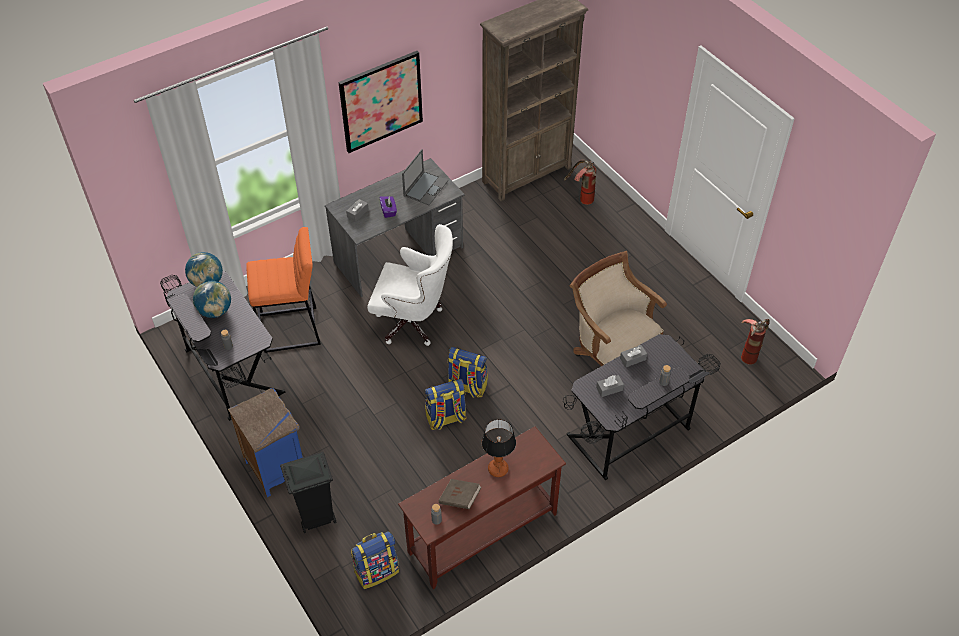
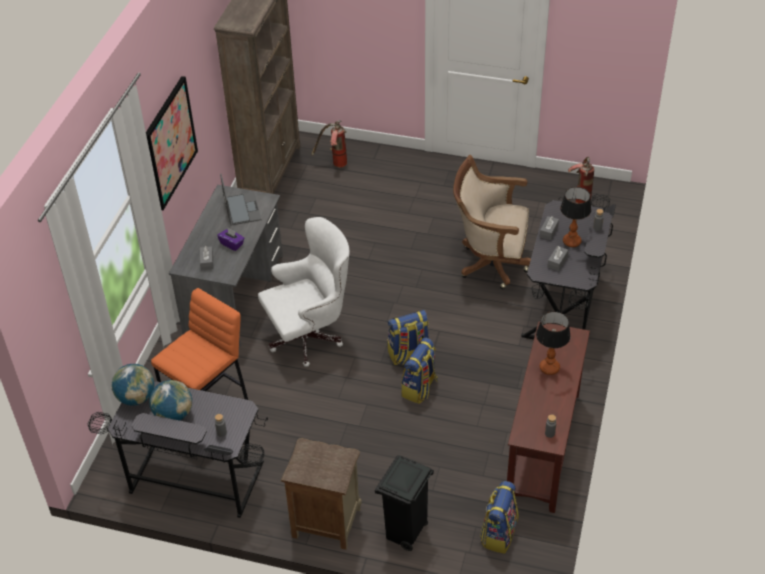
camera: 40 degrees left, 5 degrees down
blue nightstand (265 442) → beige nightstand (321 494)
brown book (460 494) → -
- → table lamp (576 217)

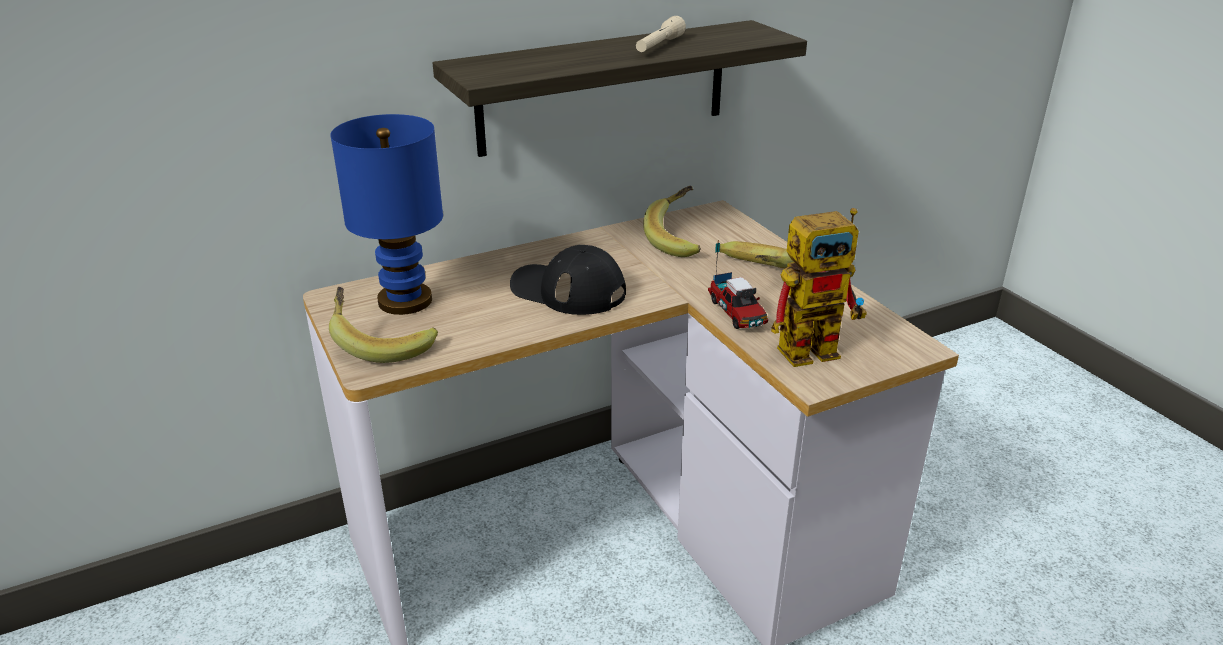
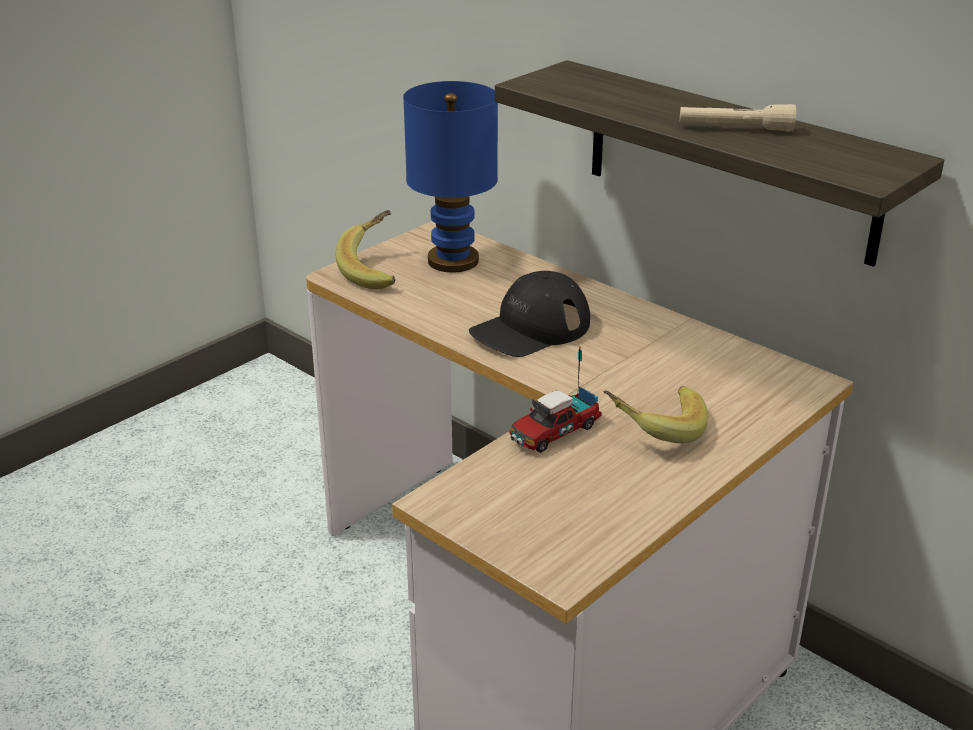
camera: 70 degrees right, 0 degrees up
black cap (568 280) → black cap (529 314), 135 degrees counterclockwise
banana (672 221) → -
toy robot (819 287) → -

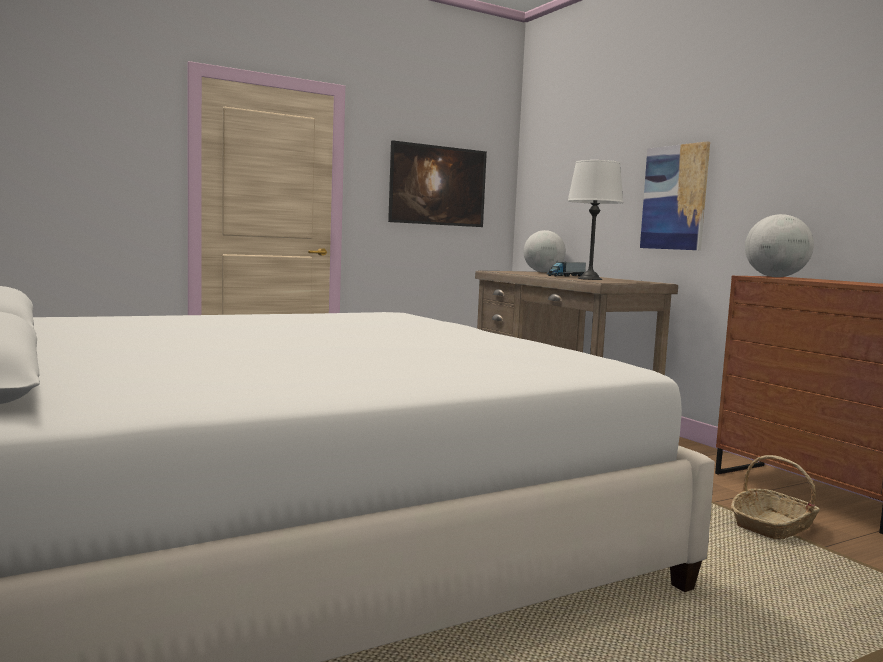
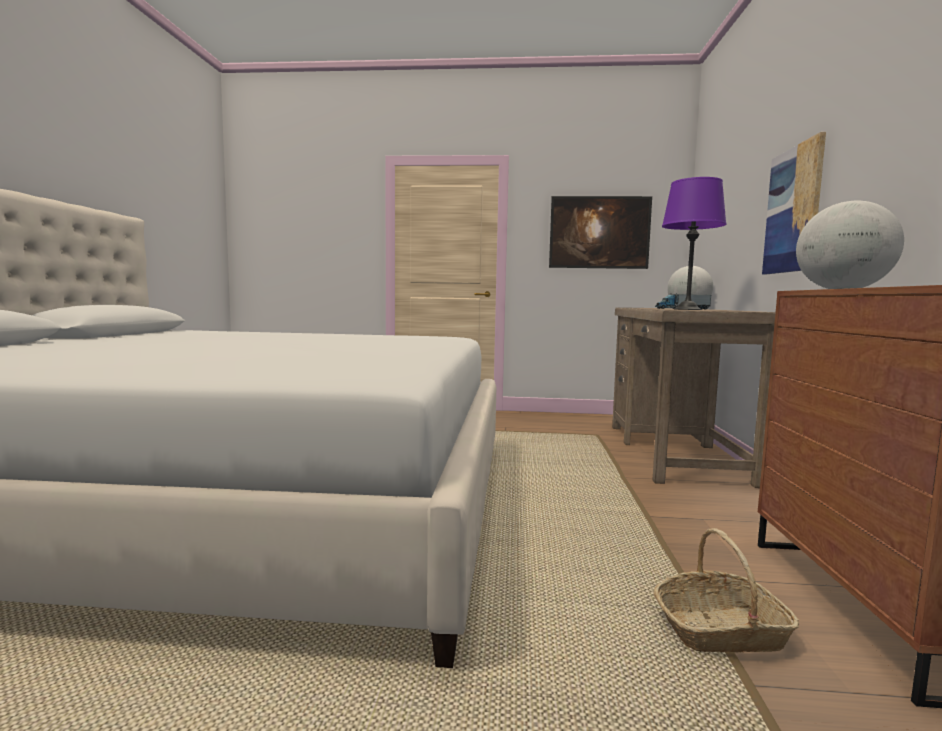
camera: 35 degrees right, 0 degrees up
white table lamp (596 220) → purple table lamp (694 243)

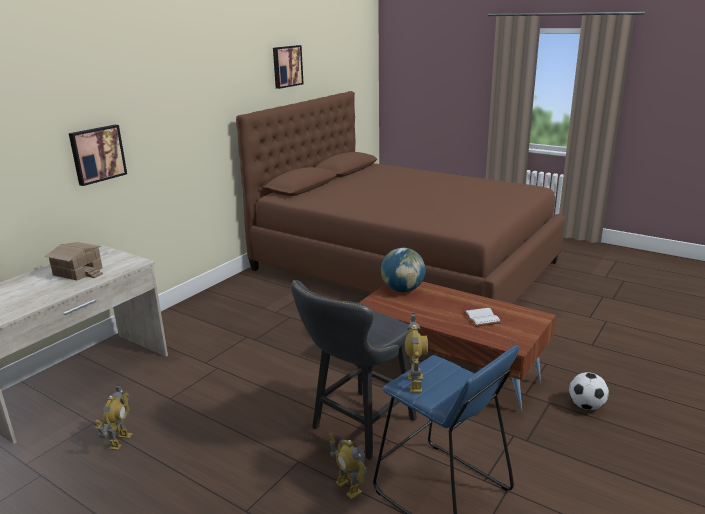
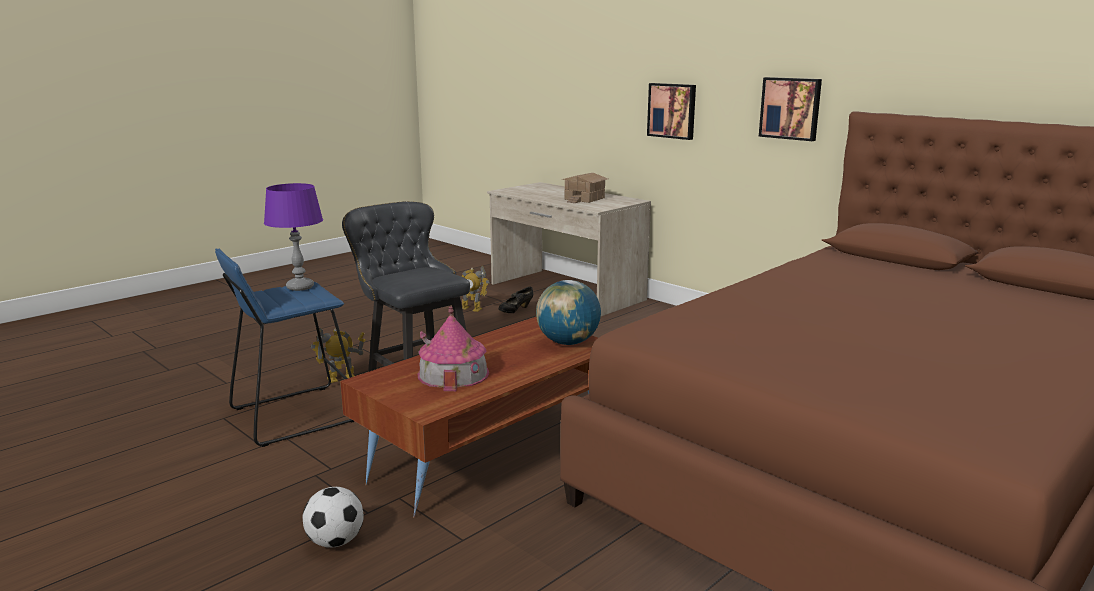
camera: 100 degrees right, 5 degrees down
picture (288 67) → picture (790 109), shifted
toy robot (416 353) → purple table lamp (293 237)
white book (483 317) → toy house (453 349)
- → black shoe (515 300)

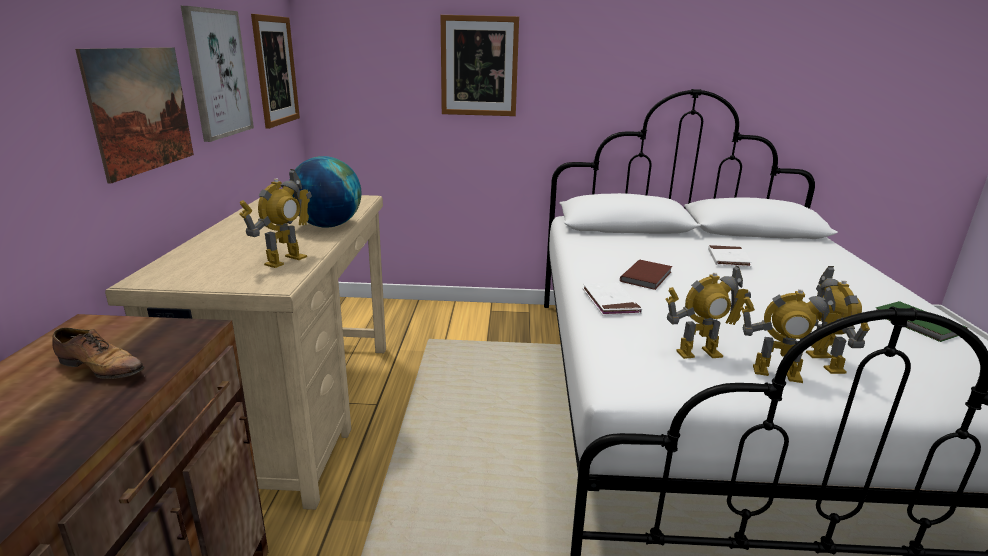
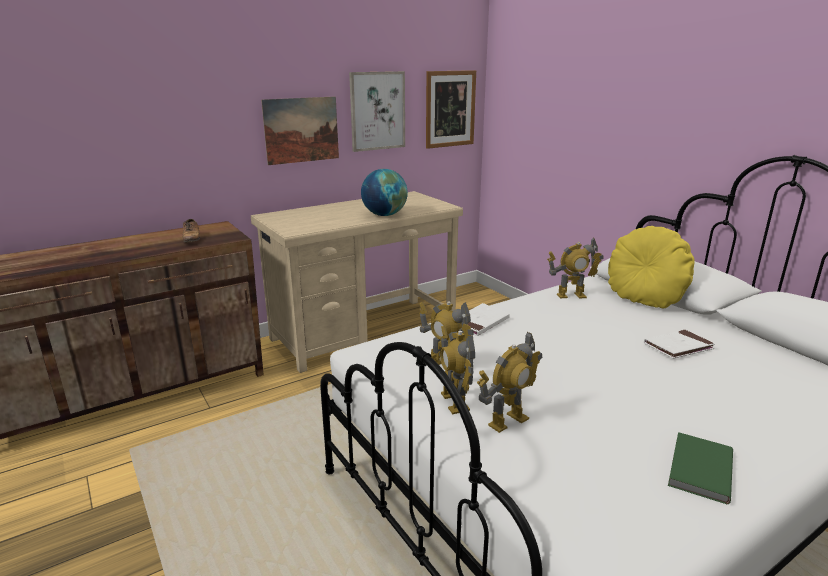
camera: 55 degrees right, 0 degrees up
toy robot (276 218) → toy robot (575 268), shifted
picture (480 65) → -
brown book (646 275) → -
- → yellow pillow (651 267)

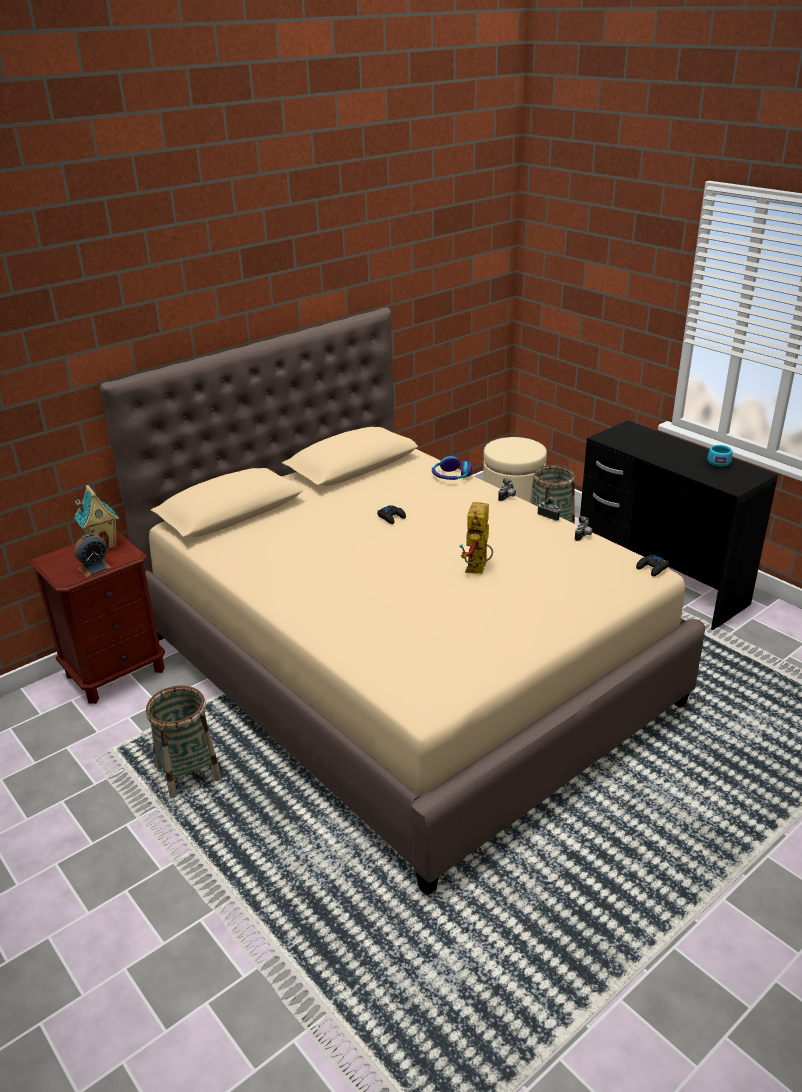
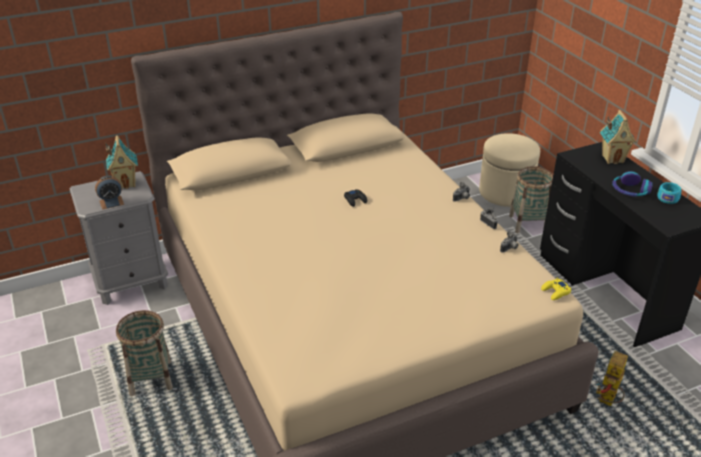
camera: 15 degrees right, 5 degrees up
brown nightstand (97 617) → grey nightstand (119 238)
headphones (452 468) → headphones (632 183), shifted
toy robot (476 538) → toy robot (612 378), shifted
black game controller (652 564) → yellow game controller (556 288)
- → toy house (618 137)

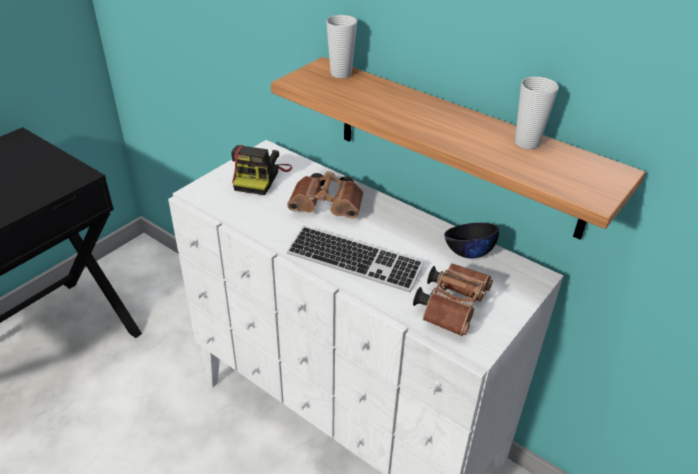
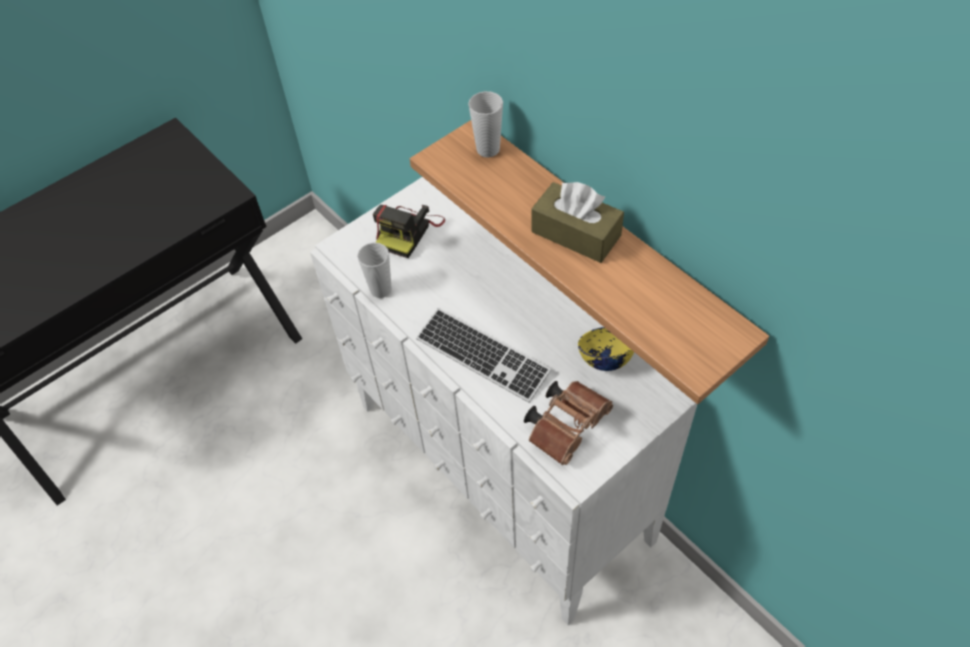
camera: 15 degrees right, 15 degrees up
brown binoculars (325 195) → -
black bowl (471 240) → yellow bowl (606 349)
cup (537 113) → cup (374 270), shifted
- → brown tissue box (577 222)

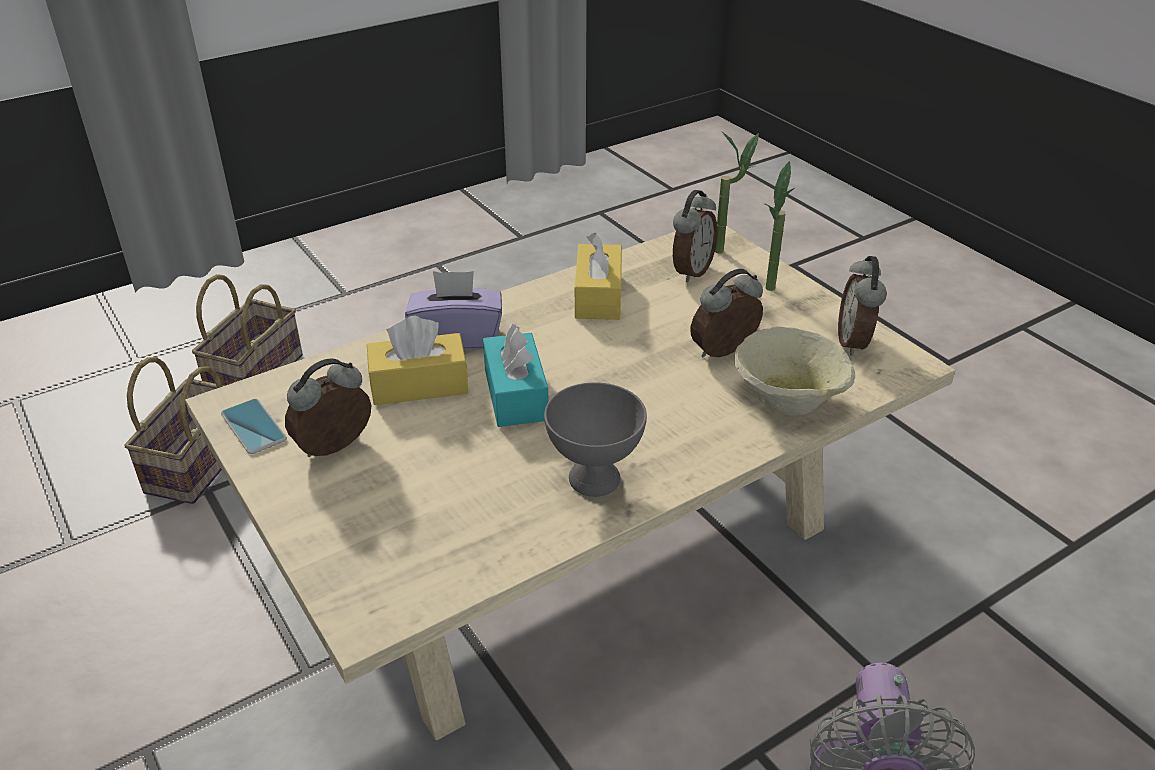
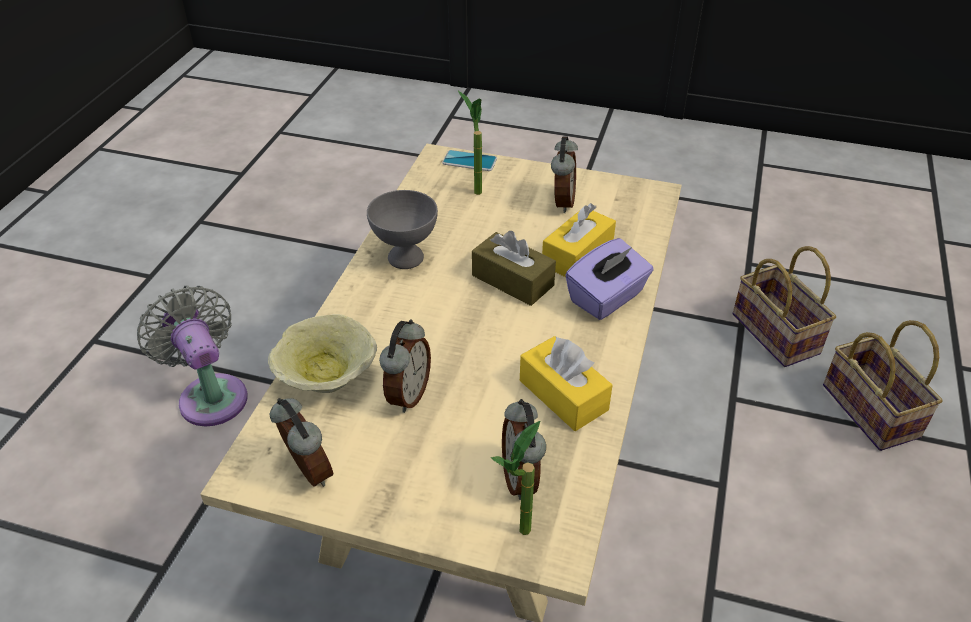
camera: 140 degrees right, 5 degrees up
phone (254 426) → phone (469 160), shifted
turquoise tissue box (516 375) → brown tissue box (514 268)
potted plant (779 226) → potted plant (470 143), shifted

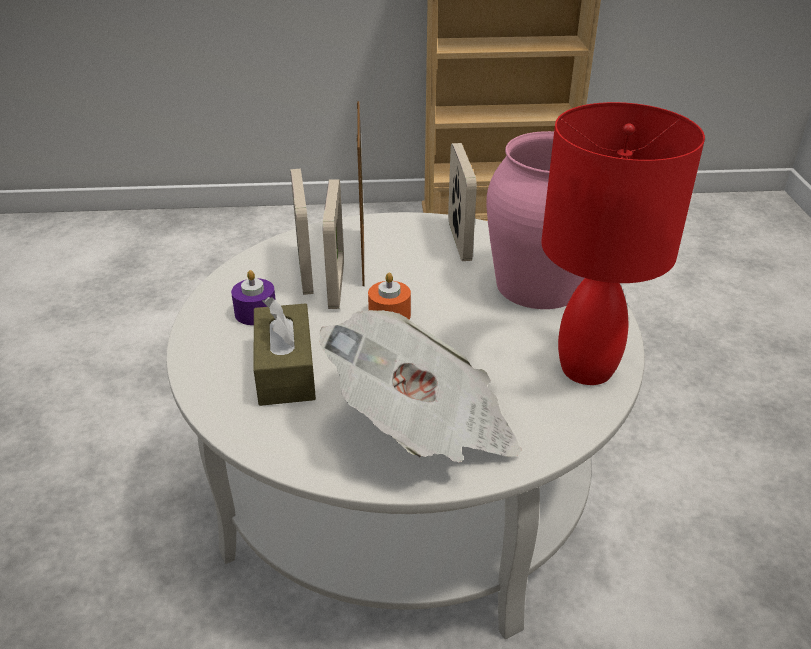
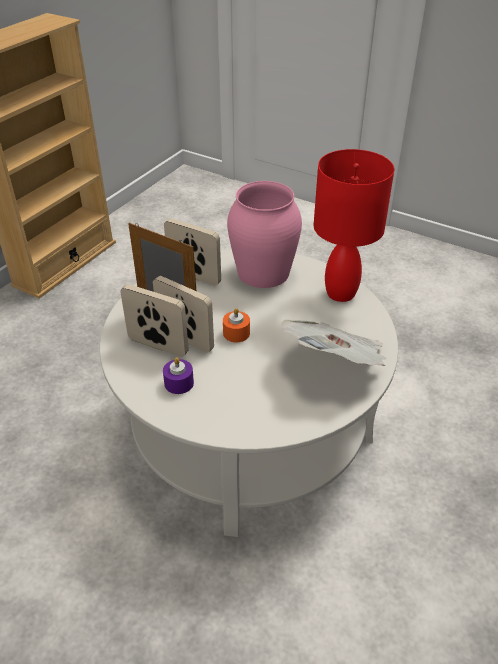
camera: 55 degrees left, 5 degrees up
brown tissue box (285 351) → -

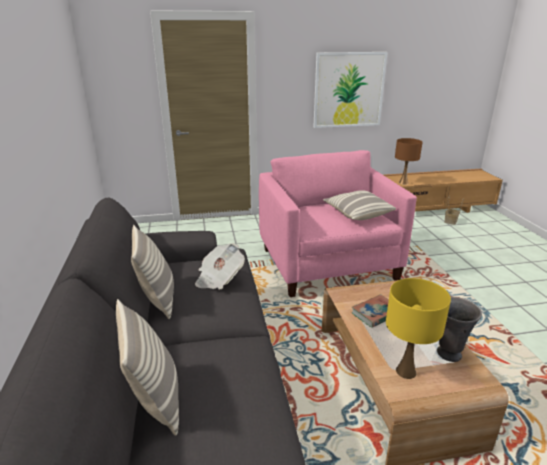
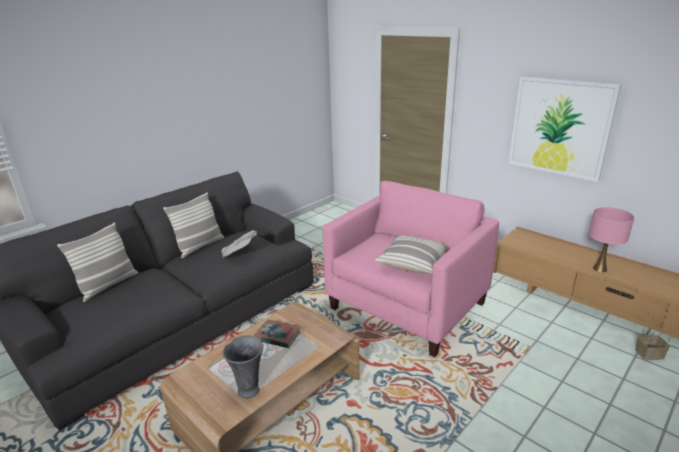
camera: 55 degrees right, 0 degrees up
yellow table lamp (418 328) → -
brown table lamp (408 161) → pink table lamp (611 239)

